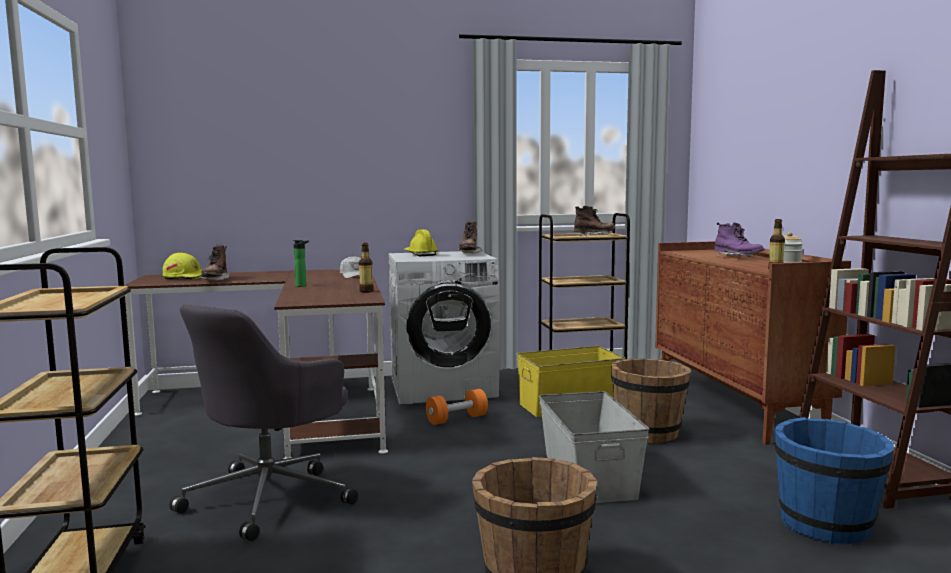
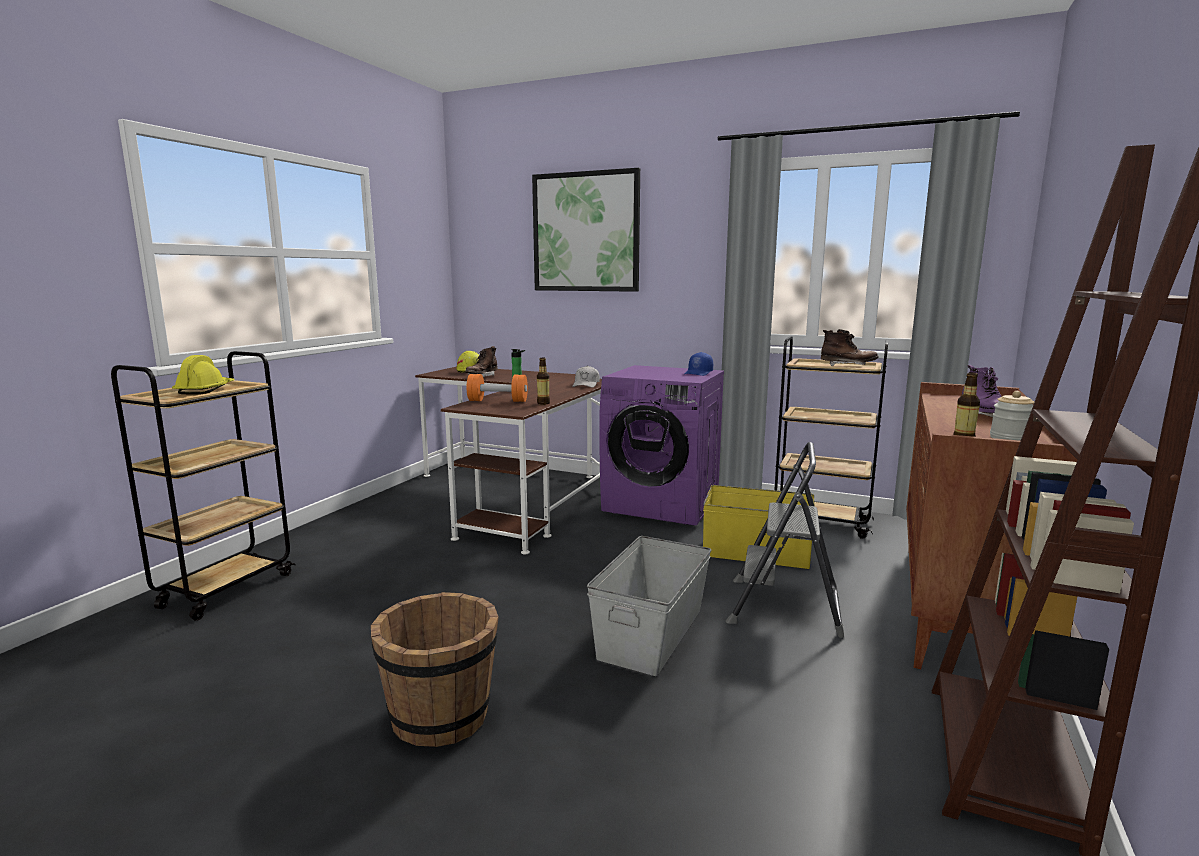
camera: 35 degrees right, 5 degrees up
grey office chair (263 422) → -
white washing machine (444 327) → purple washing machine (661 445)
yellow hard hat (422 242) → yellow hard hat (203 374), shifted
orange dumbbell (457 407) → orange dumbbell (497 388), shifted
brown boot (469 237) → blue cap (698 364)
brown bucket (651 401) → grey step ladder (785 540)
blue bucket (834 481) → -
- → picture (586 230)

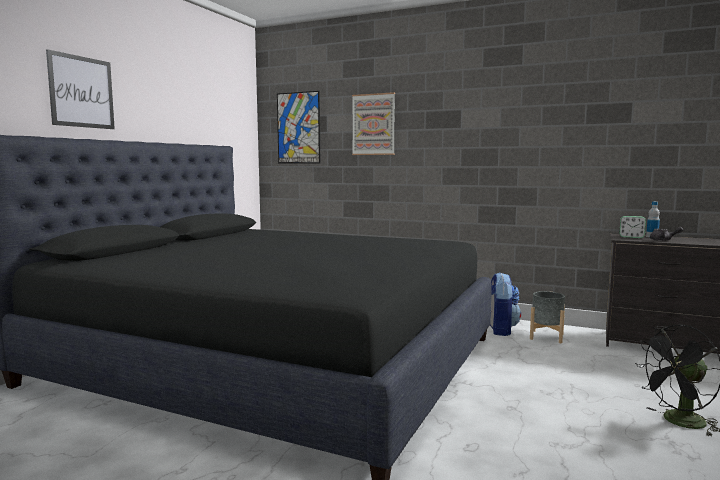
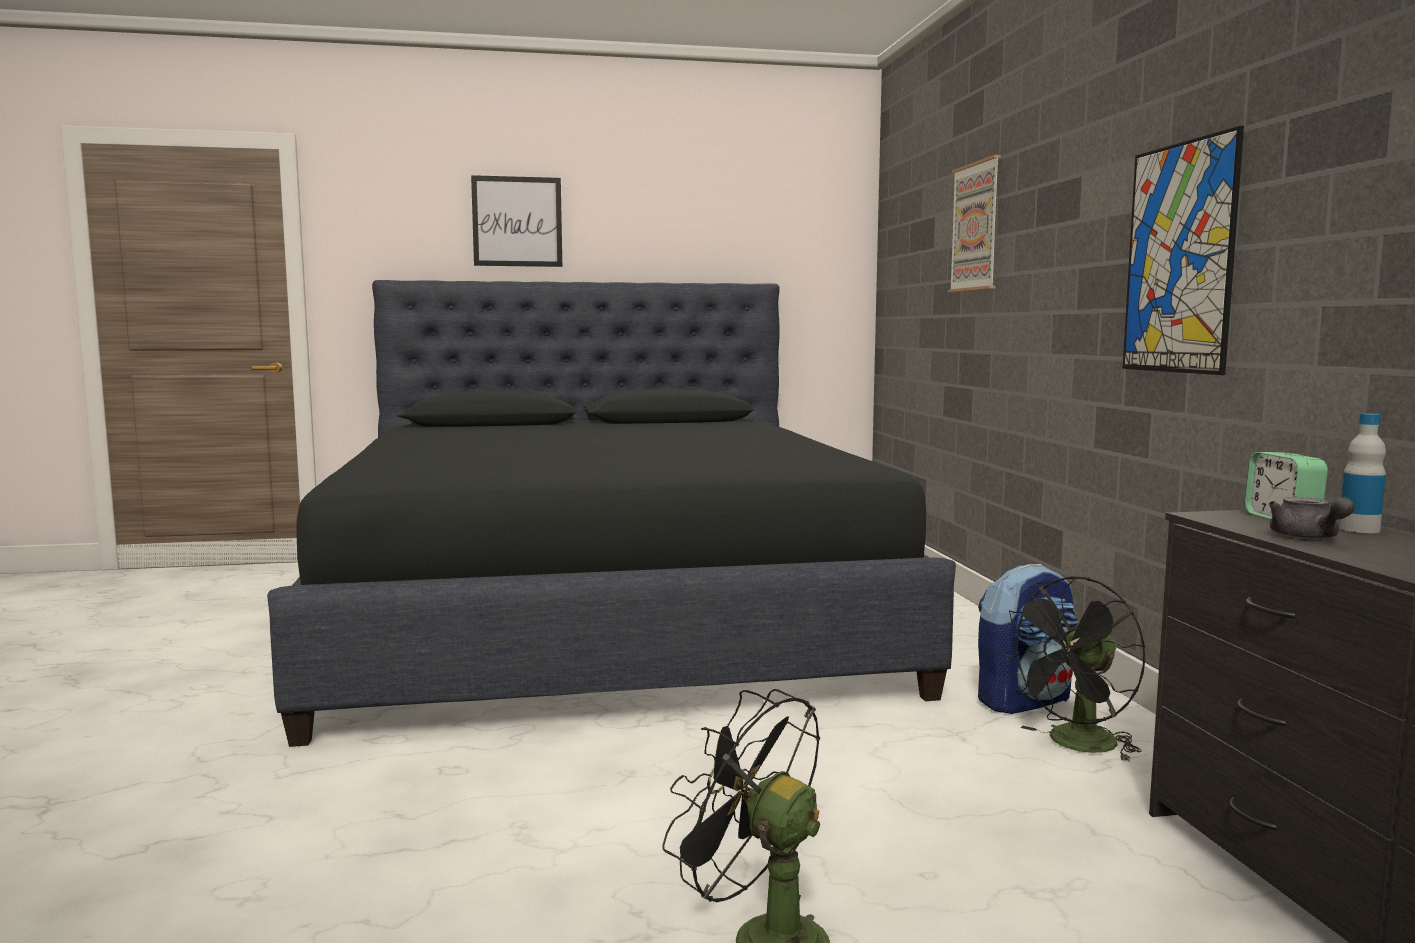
camera: 55 degrees right, 0 degrees up
picture (298 127) → picture (1183 250), shifted
grey planter (547 317) → black fan (1074 669)

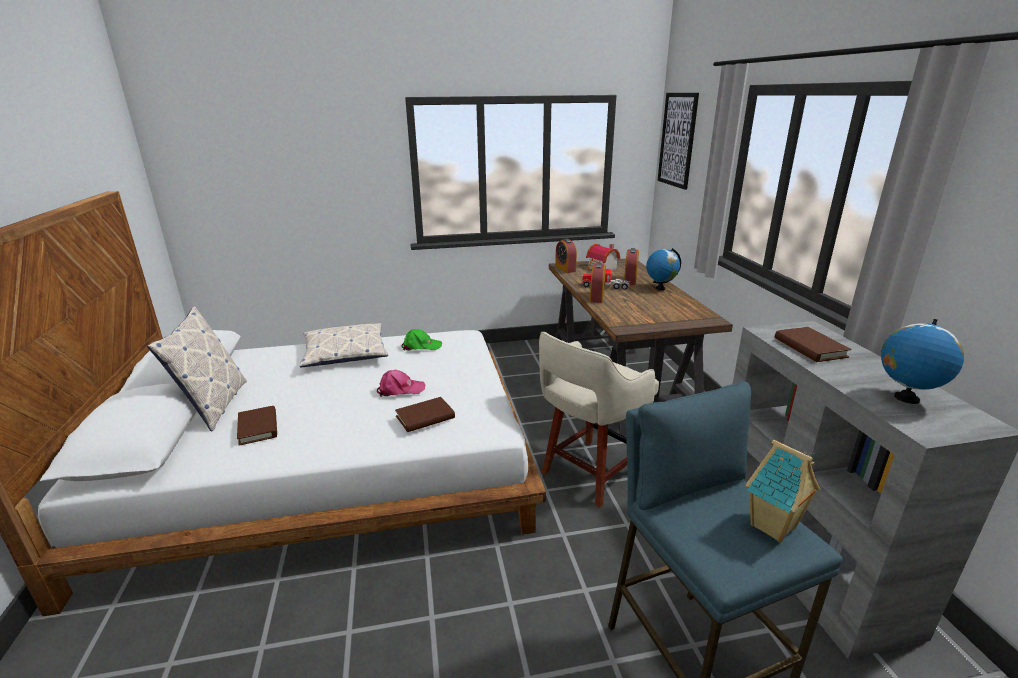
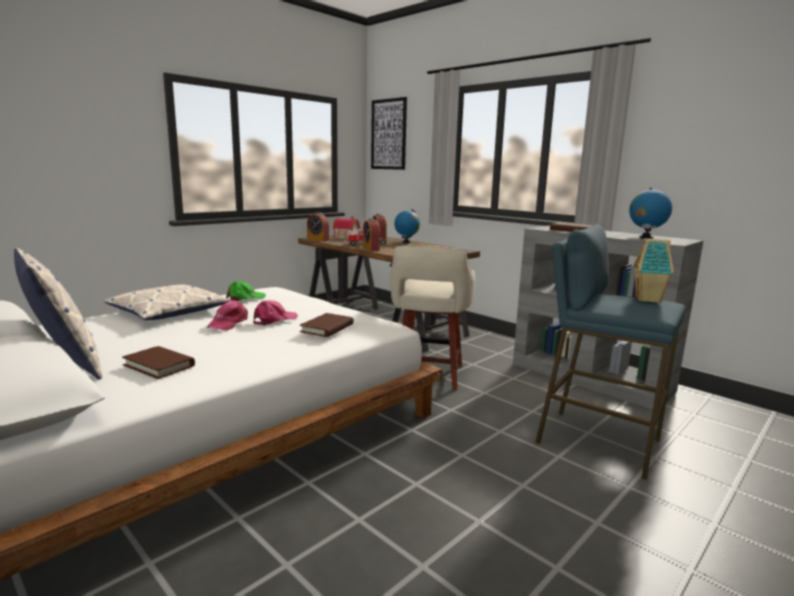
camera: 35 degrees left, 10 degrees down
- → pink cap (227 315)

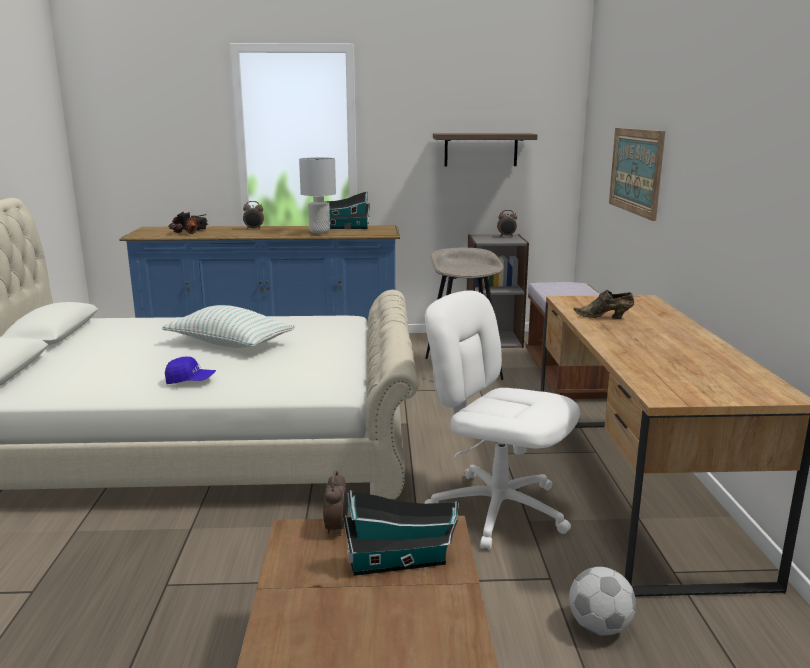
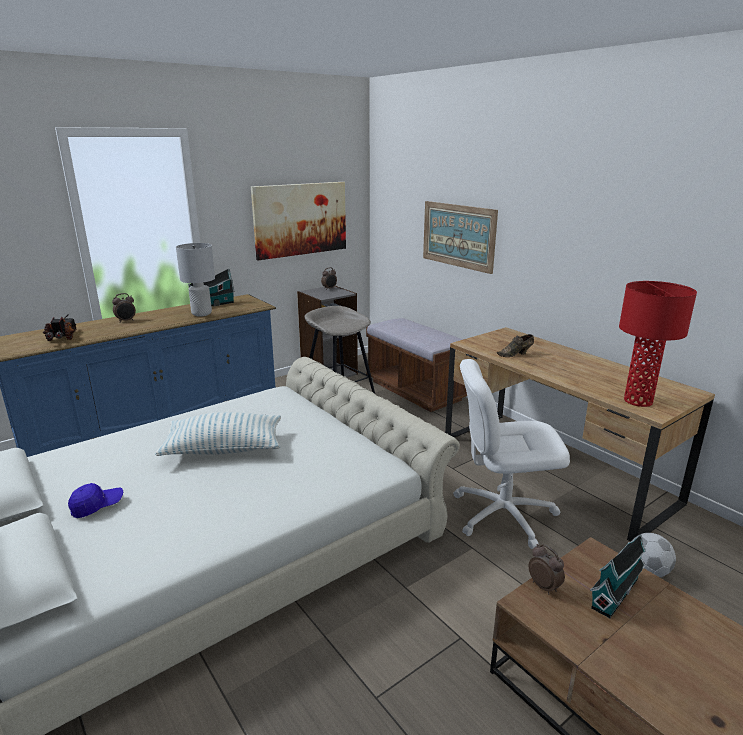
camera: 35 degrees left, 5 degrees up
blue cap (190 370) → blue cap (95 500), shifted
shelf (485 149) → picture (298 221)
- → red table lamp (658 344)

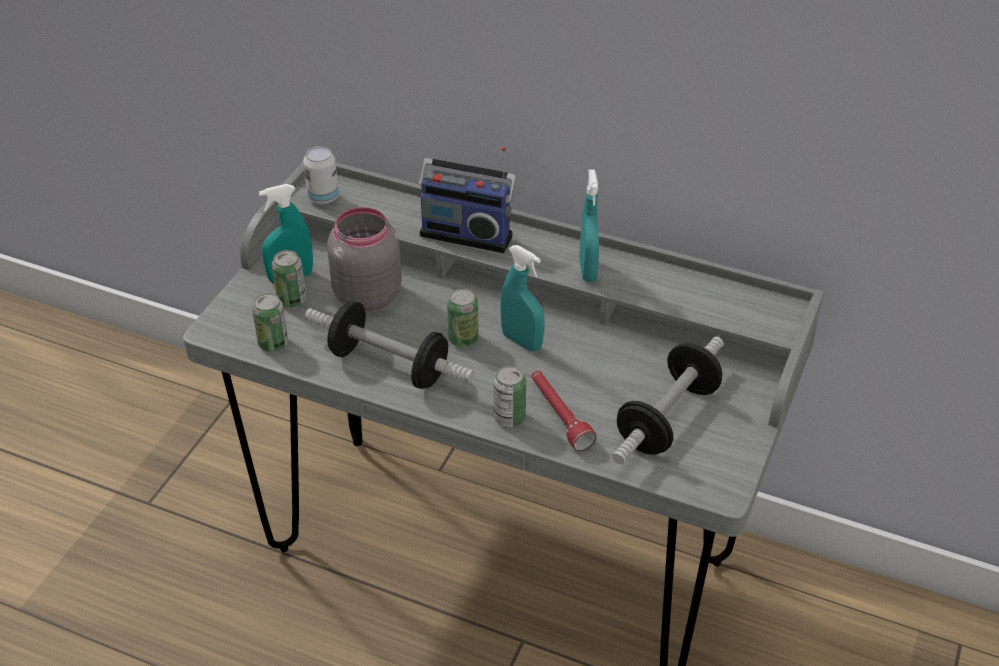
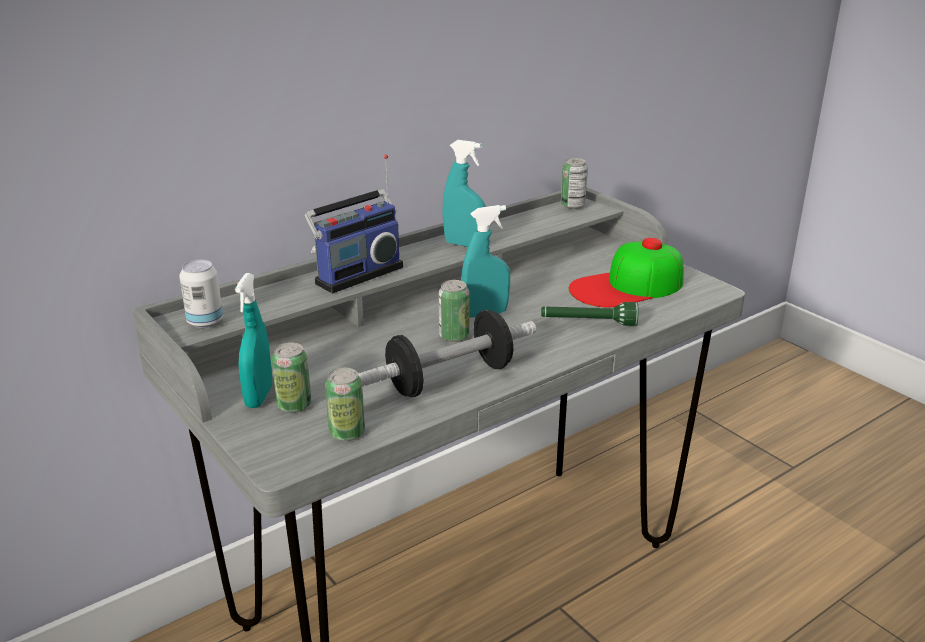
camera: 60 degrees left, 15 degrees down
grey jar (364 259) → -
can (509 396) → can (574 183), shifted
red flashlight (564 411) → green flashlight (590 314)
dumbbell (668 401) → cap (626 273)

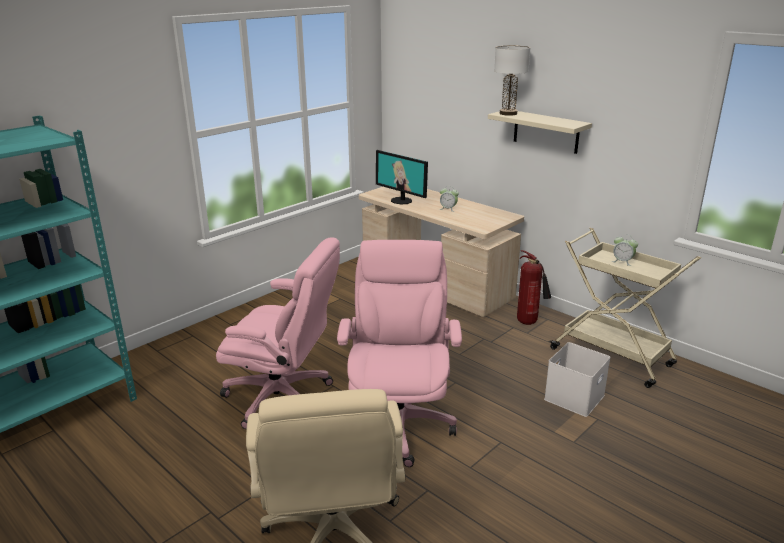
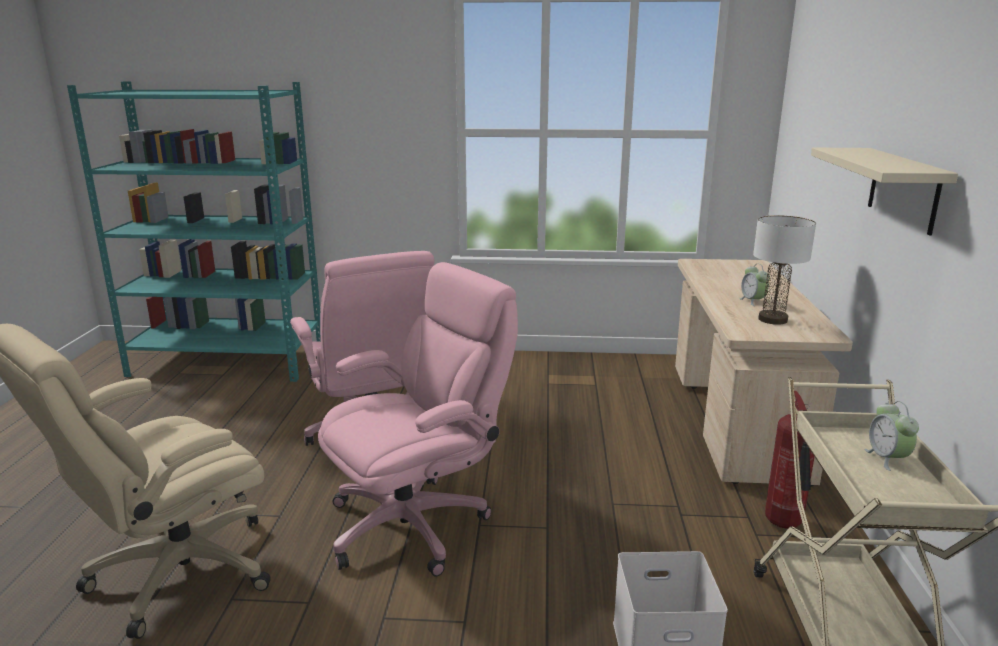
camera: 50 degrees right, 5 degrees down
monitor (402 177) → -
table lamp (512 80) → table lamp (784 270), shifted

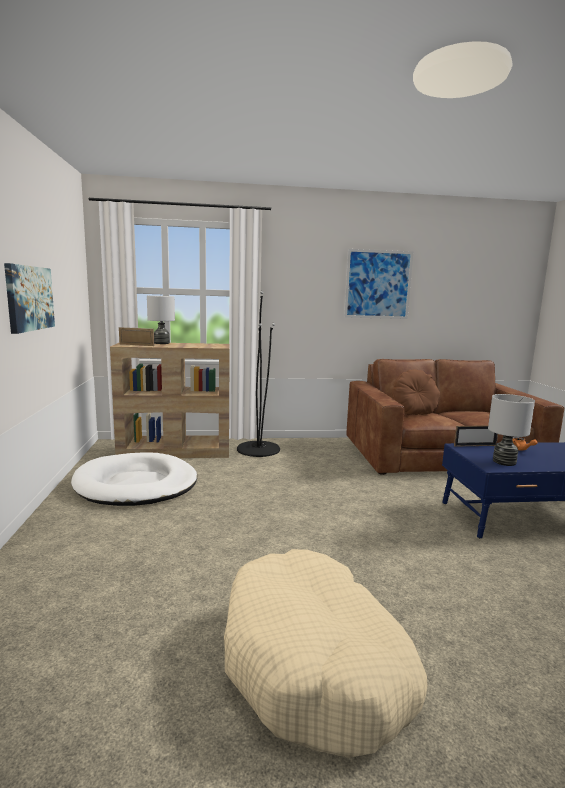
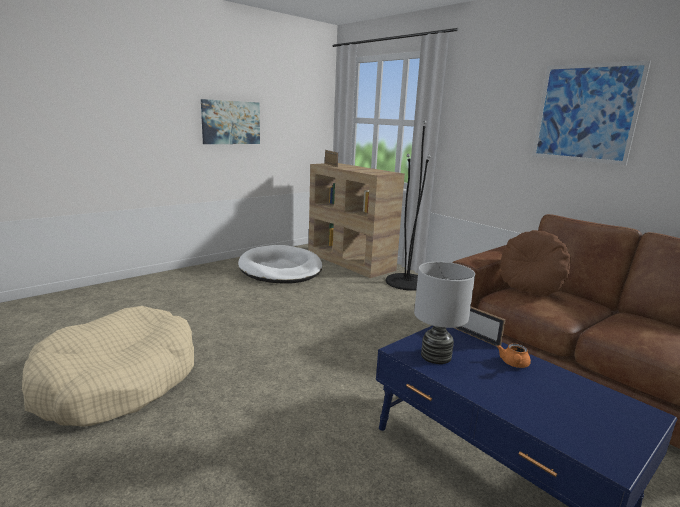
camera: 55 degrees right, 5 degrees up
grey table lamp (161 320) → -

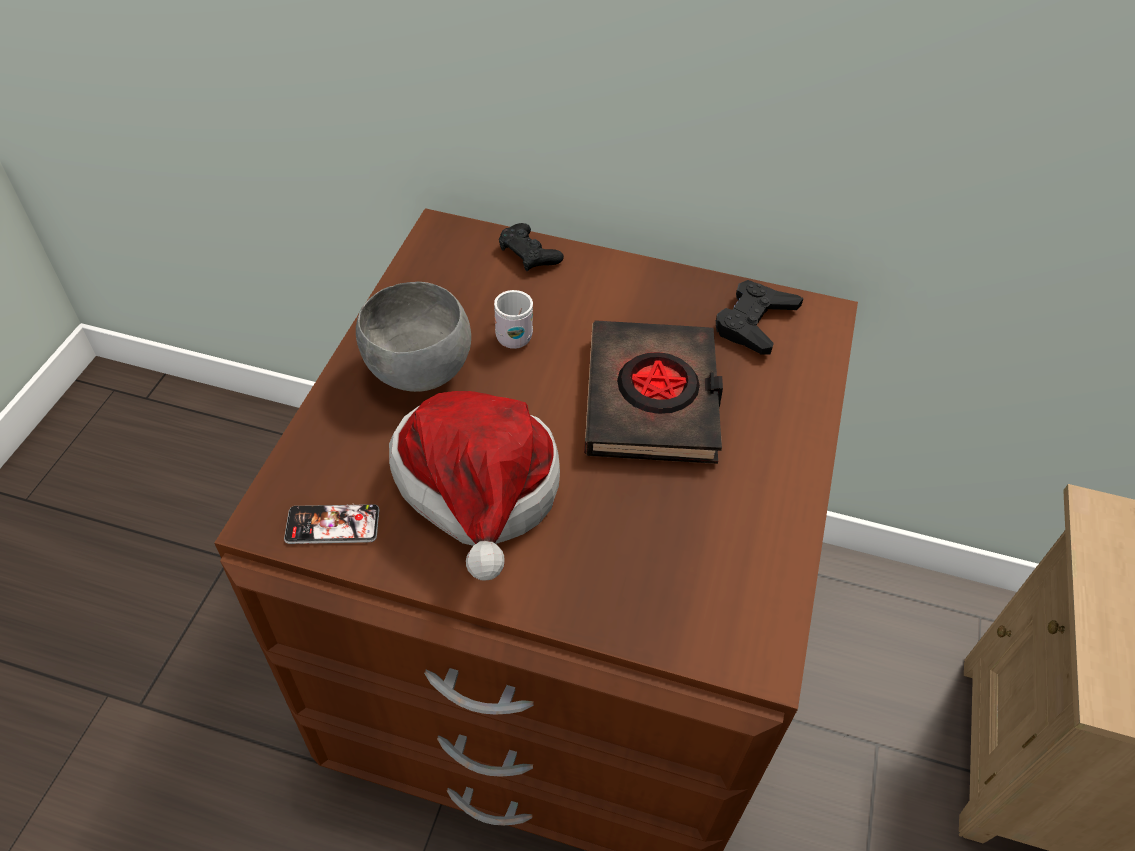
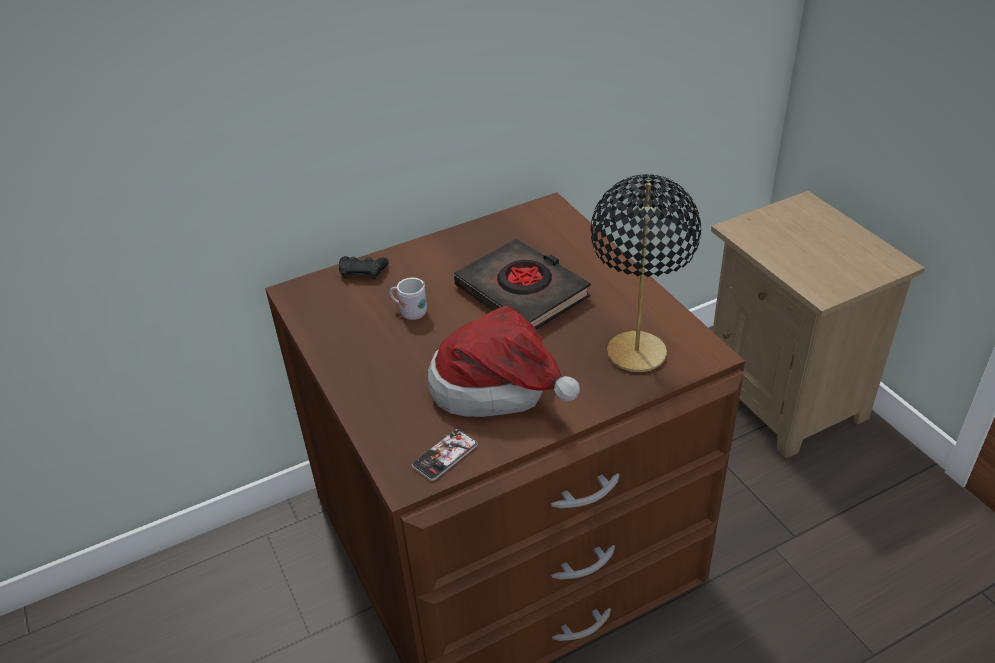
camera: 40 degrees left, 10 degrees down
grey bowl (413 337) → -
black game controller (760 317) → -
- → black table lamp (646 273)

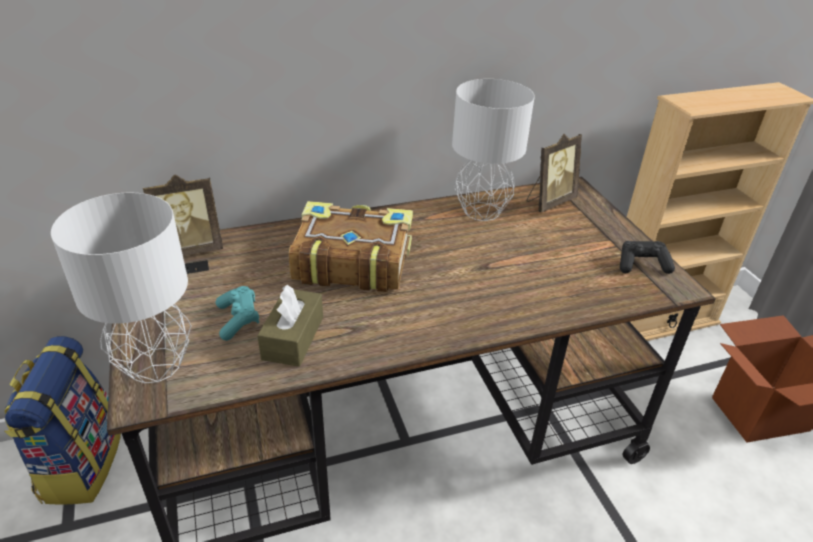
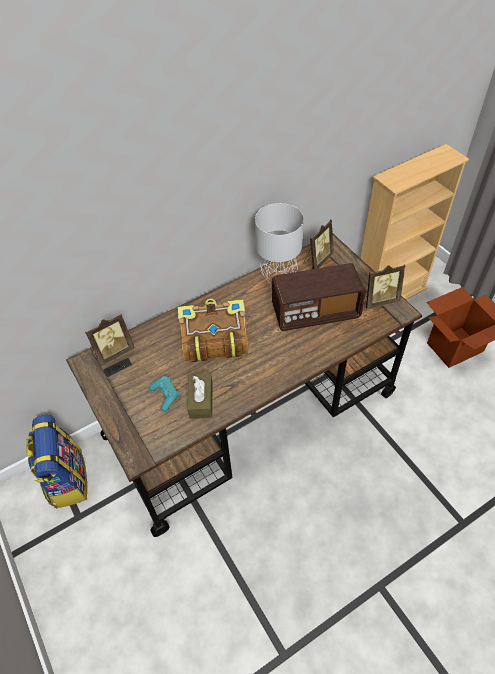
camera: 10 degrees left, 15 degrees up
grey table lamp (121 288) → -
black game controller (647 257) → picture frame (385 287)
- → radio (319 297)

